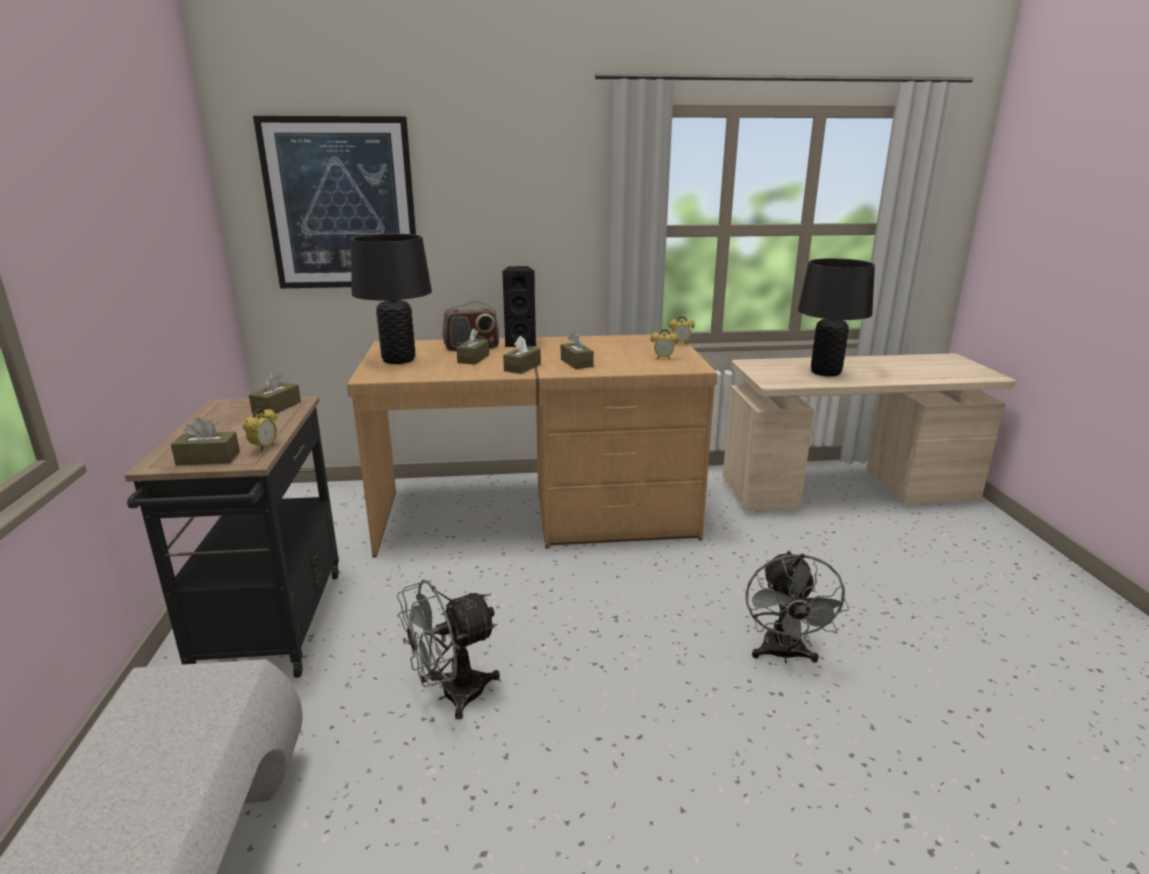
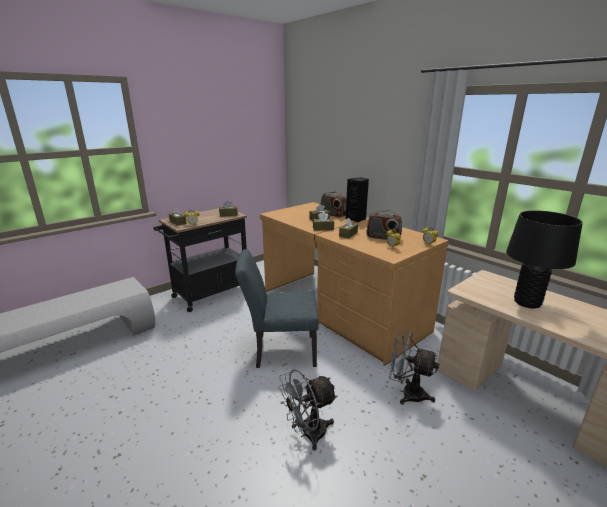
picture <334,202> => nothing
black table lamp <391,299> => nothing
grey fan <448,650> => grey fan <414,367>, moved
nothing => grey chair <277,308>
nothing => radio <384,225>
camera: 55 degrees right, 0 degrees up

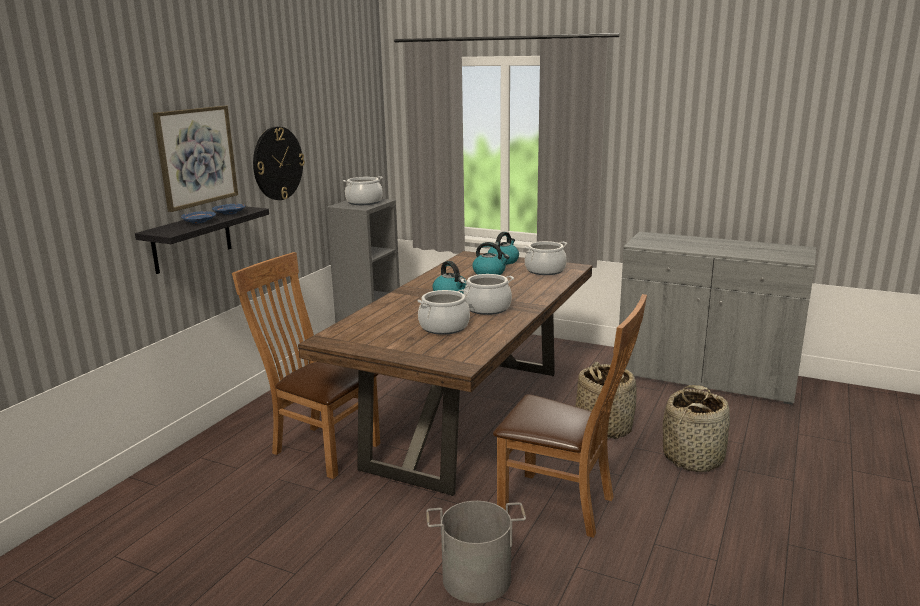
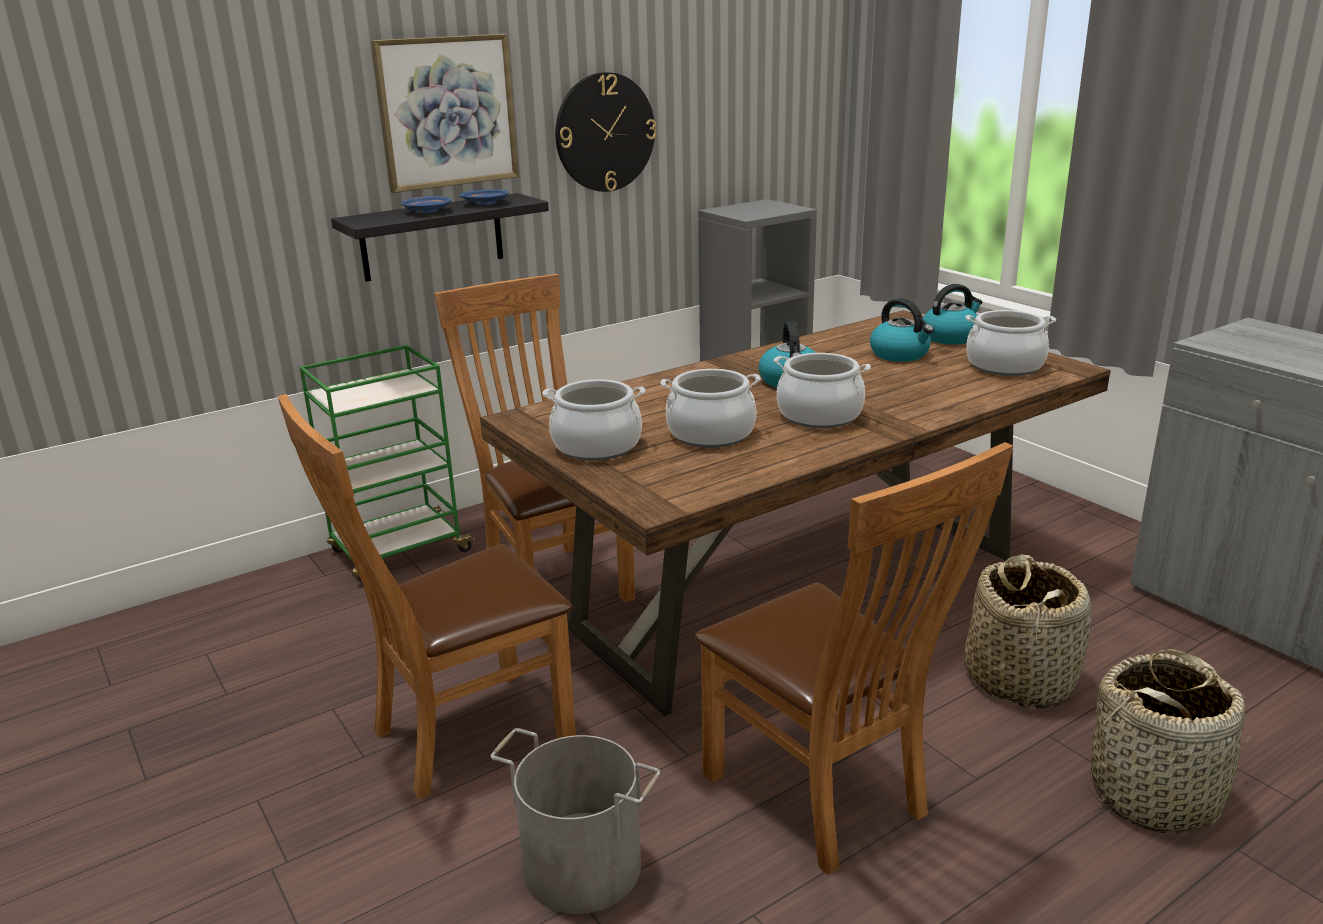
cooking pot <363,190> => cooking pot <594,420>, moved
nothing => brown chair <426,596>
nothing => green cart <388,464>
camera: 30 degrees right, 5 degrees up

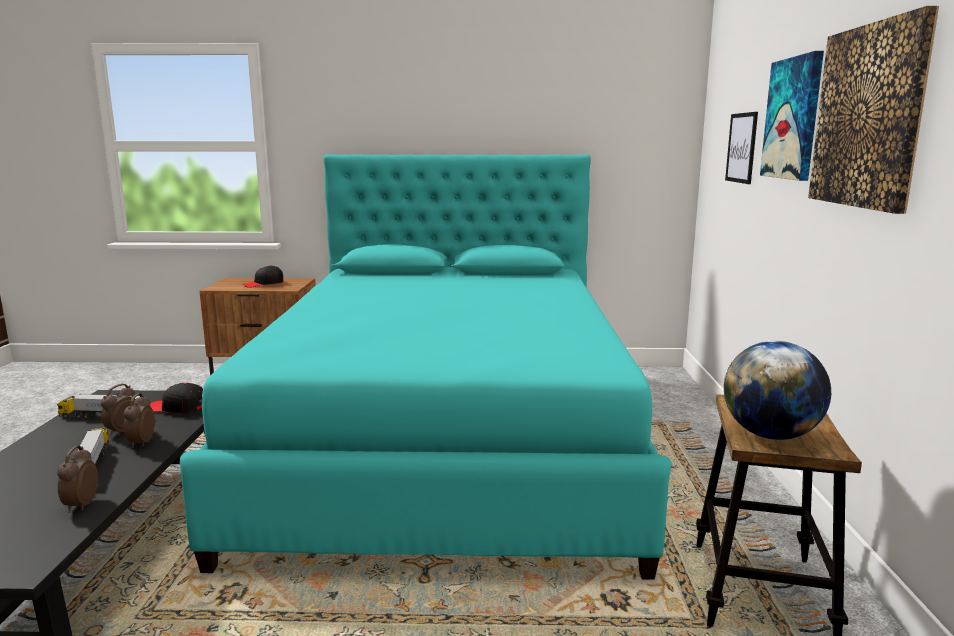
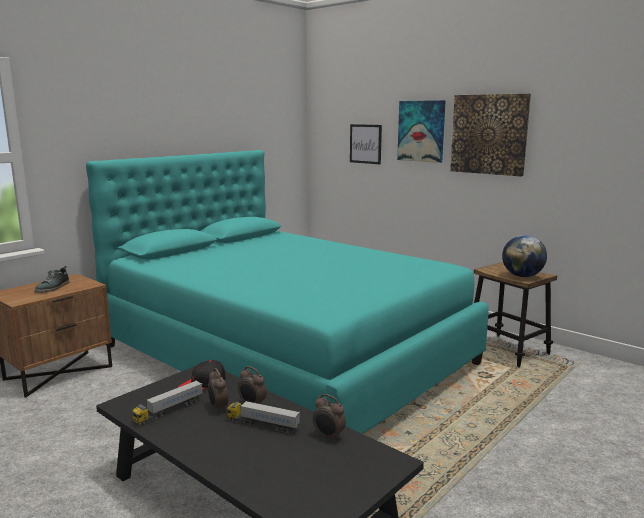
black cap <263,276> => shoe <51,279>
camera: 50 degrees left, 0 degrees up

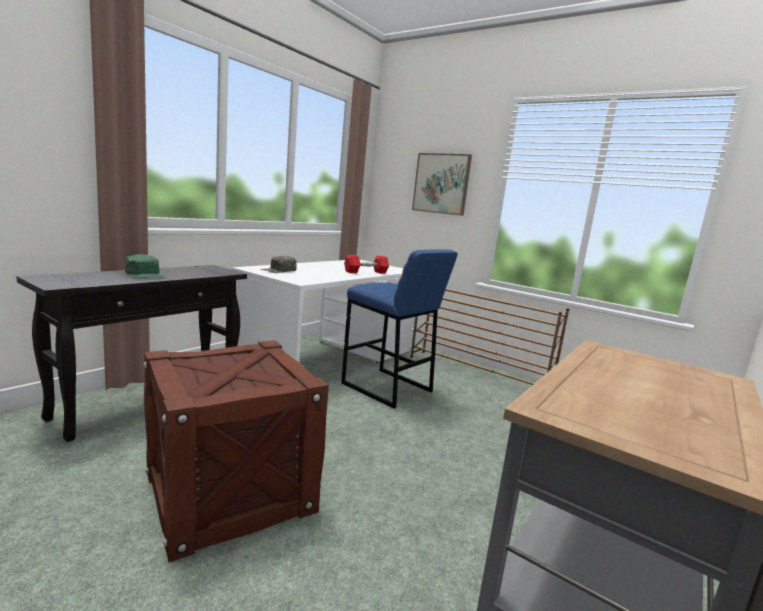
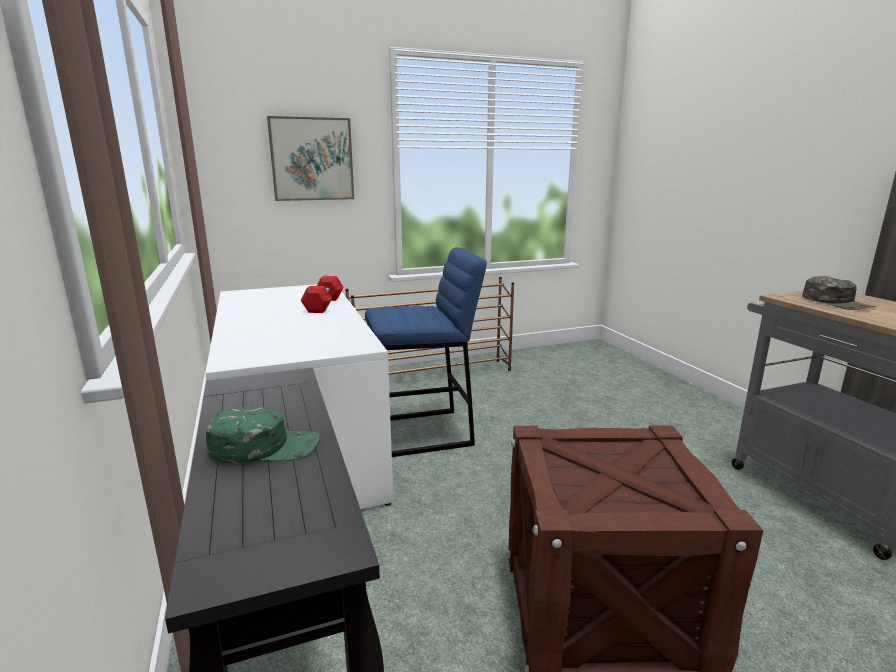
green cap <278,264> => green cap <839,293>, moved
camera: 55 degrees left, 5 degrees up

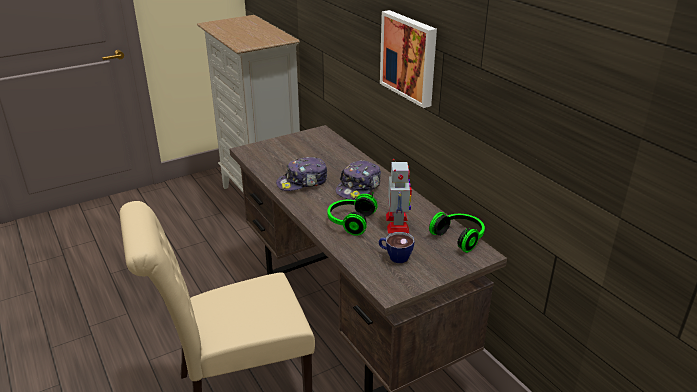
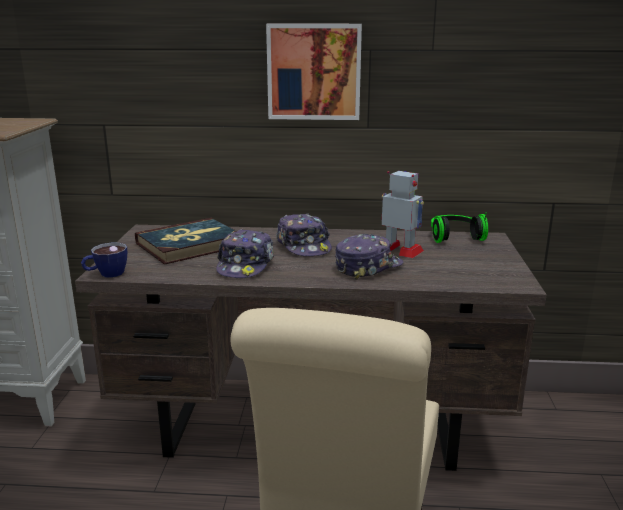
headphones <352,214> => cap <369,257>
cup <396,247> => cup <104,260>, moved
nothing => book <186,241>
camera: 55 degrees left, 10 degrees down

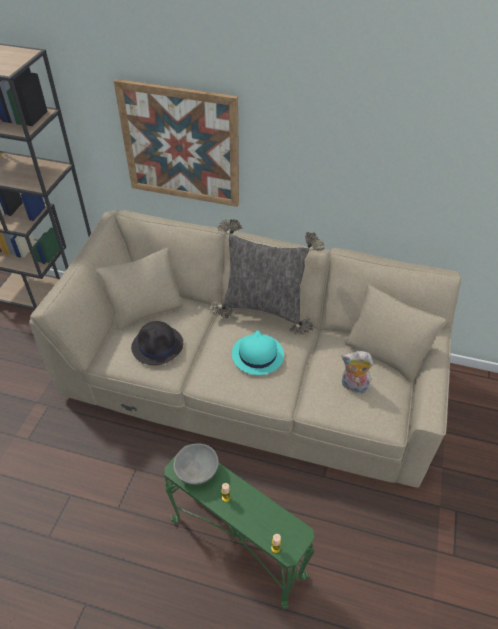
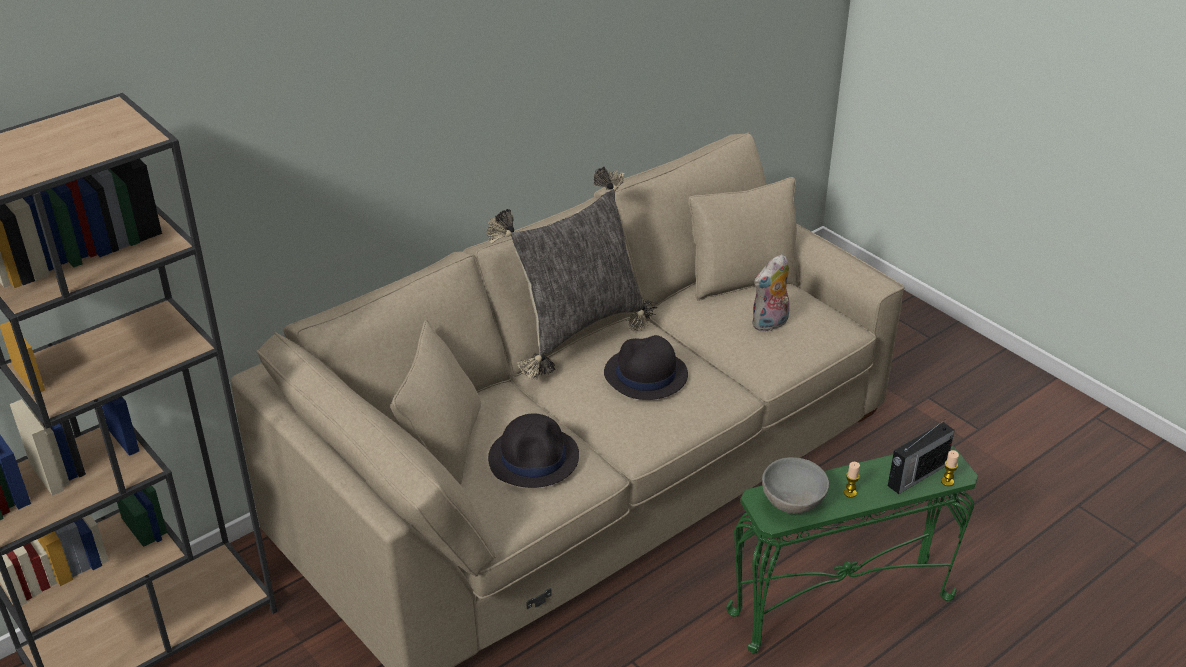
picture <176,143> => nothing
turquoise hat <258,353> => black hat <646,367>
nothing => radio <921,457>
camera: 55 degrees left, 10 degrees down

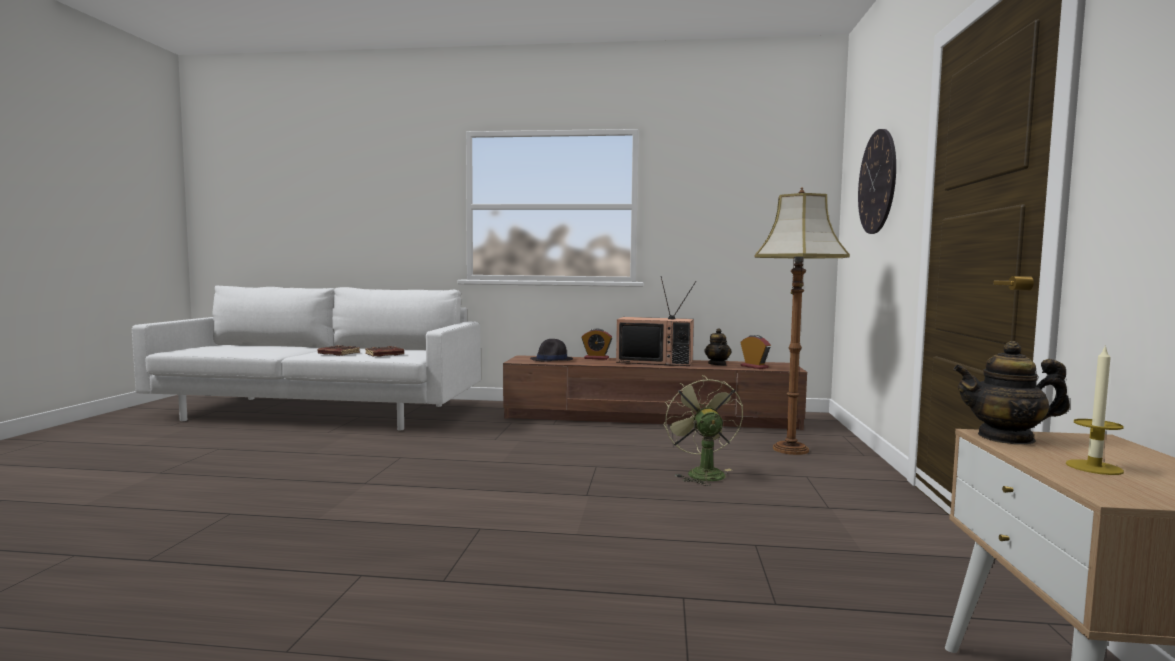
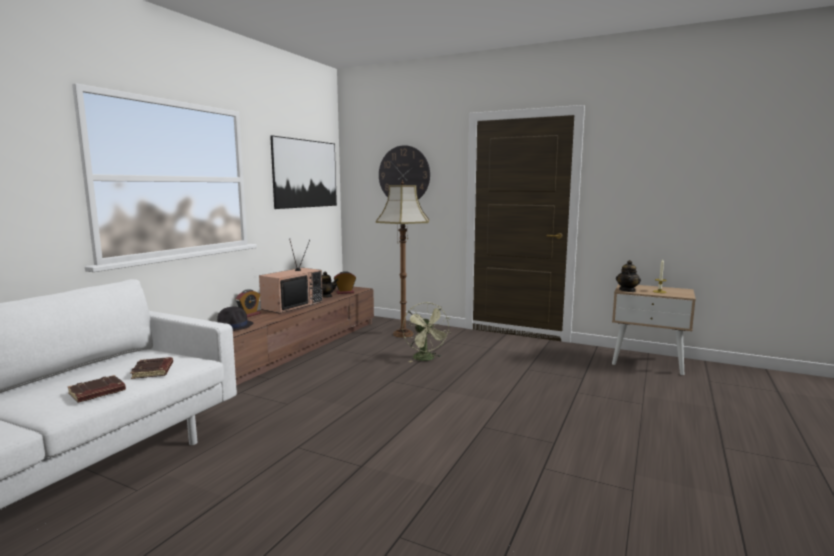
green fan <703,430> => green fan <425,332>, 120 degrees counterclockwise
nothing => picture <303,172>
camera: 70 degrees left, 5 degrees up

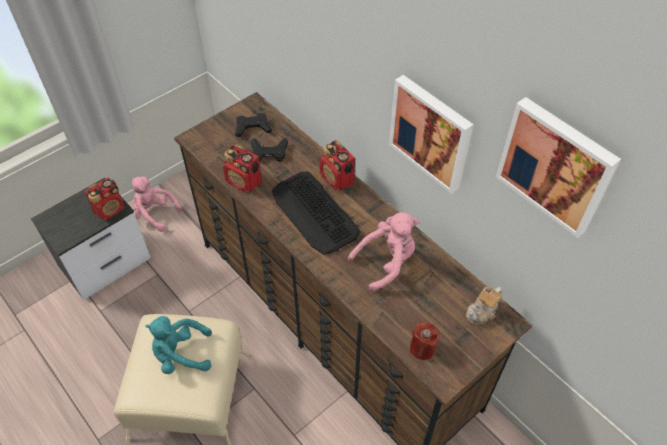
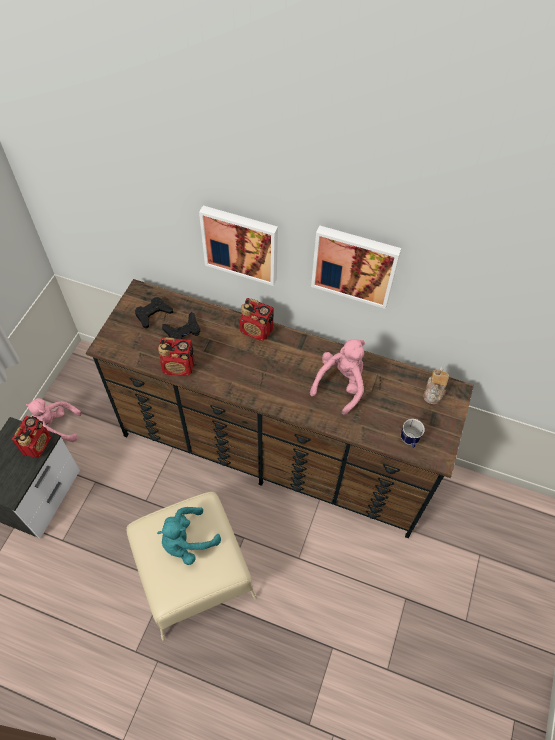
keyboard <316,213> => nothing
red candle <425,341> => mug <413,433>
picture <558,167> => picture <238,245>, moved
camera: 30 degrees left, 5 degrees up

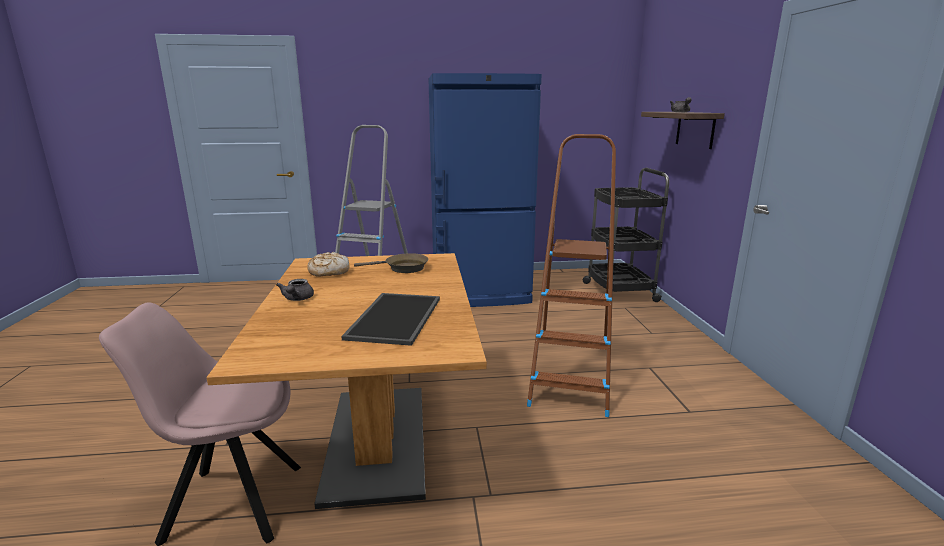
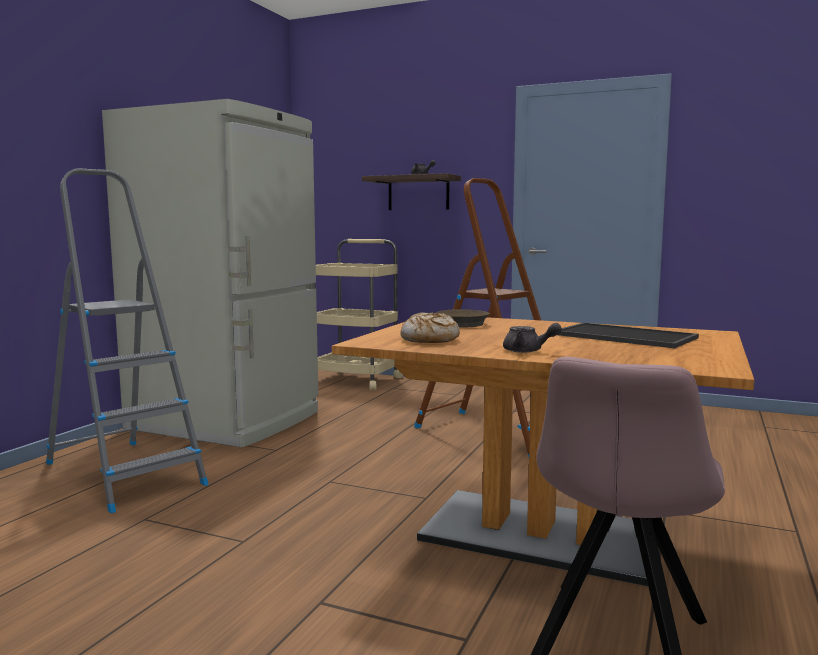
blue fridge <485,190> => white fridge <210,273>
black cart <626,235> => beige cart <358,315>
camera: 60 degrees left, 10 degrees down

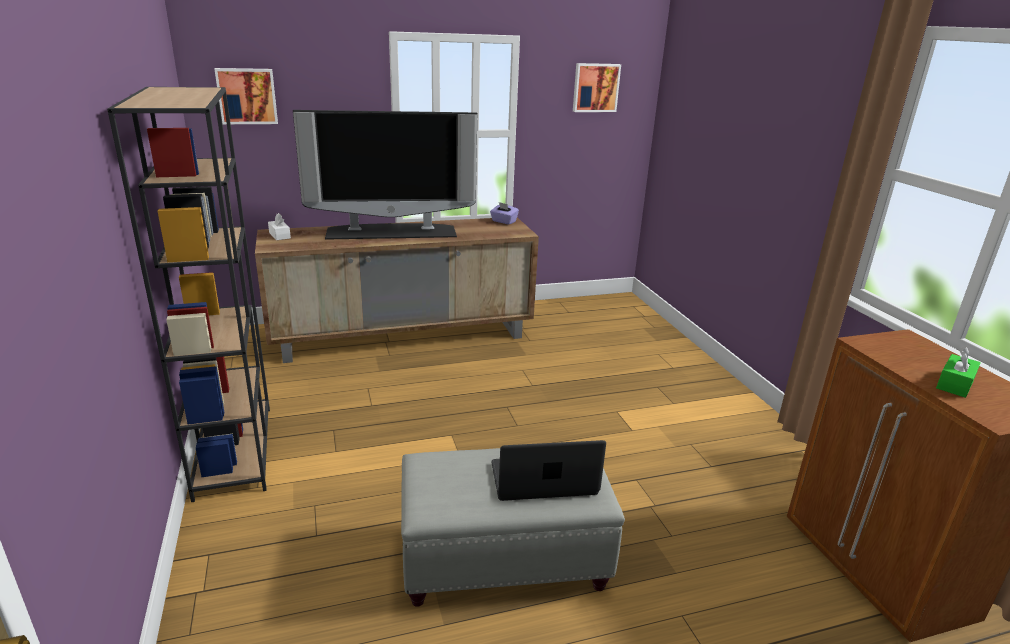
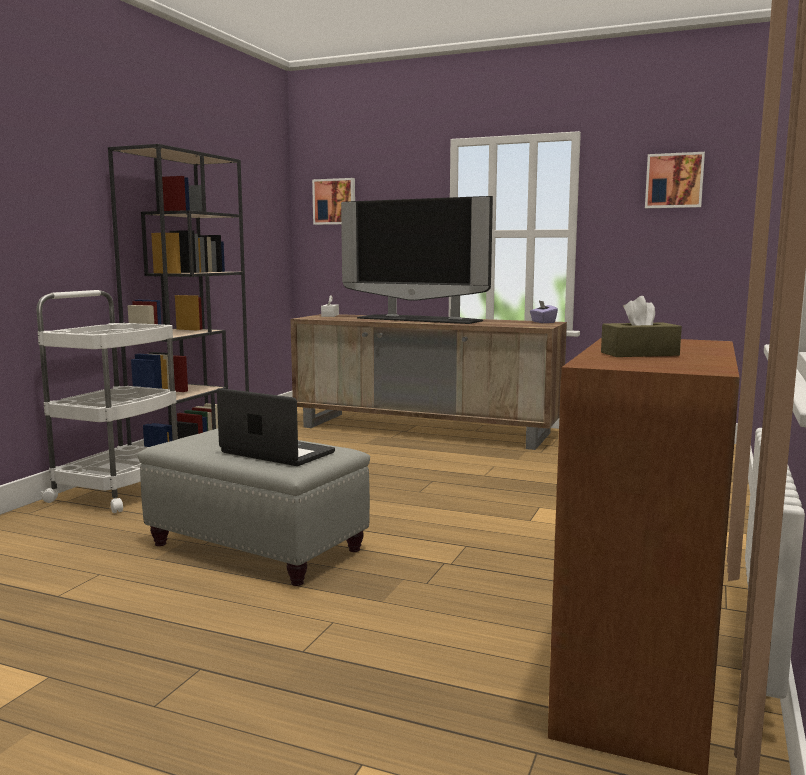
green tissue box <958,372> => brown tissue box <641,326>
nothing => white cart <107,401>
camera: 40 degrees right, 15 degrees down

